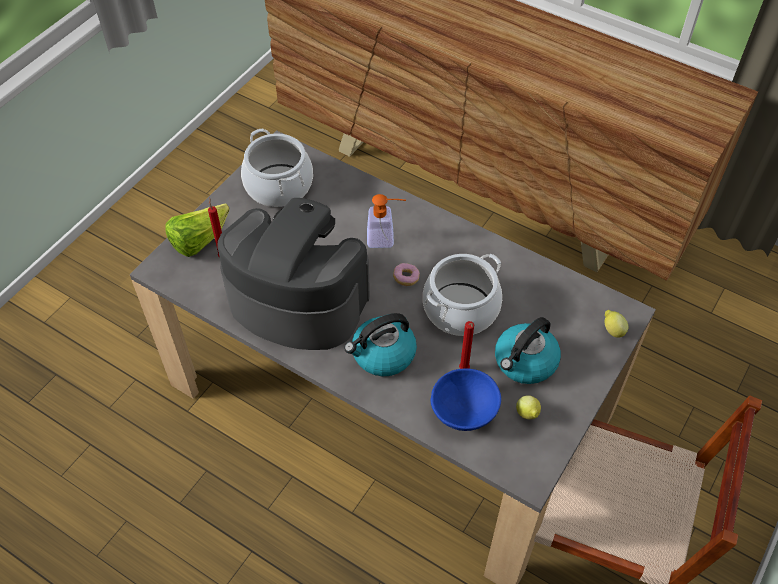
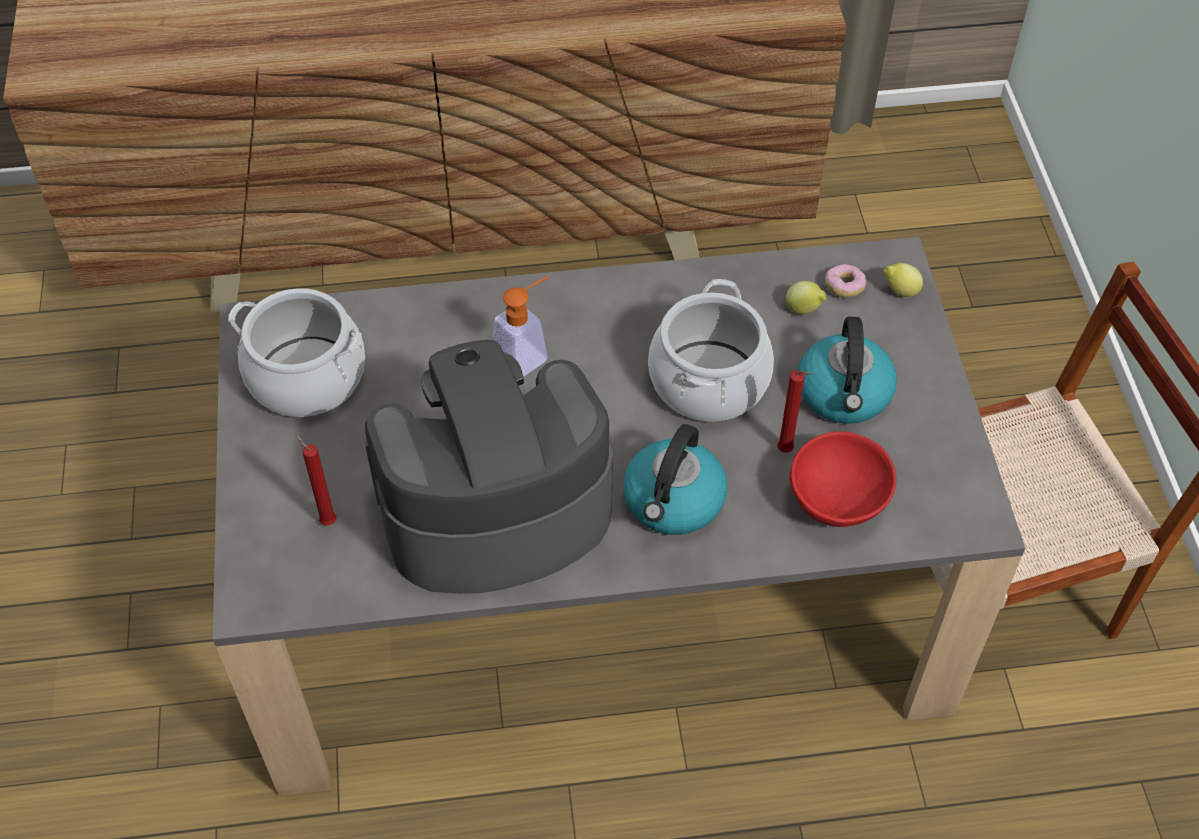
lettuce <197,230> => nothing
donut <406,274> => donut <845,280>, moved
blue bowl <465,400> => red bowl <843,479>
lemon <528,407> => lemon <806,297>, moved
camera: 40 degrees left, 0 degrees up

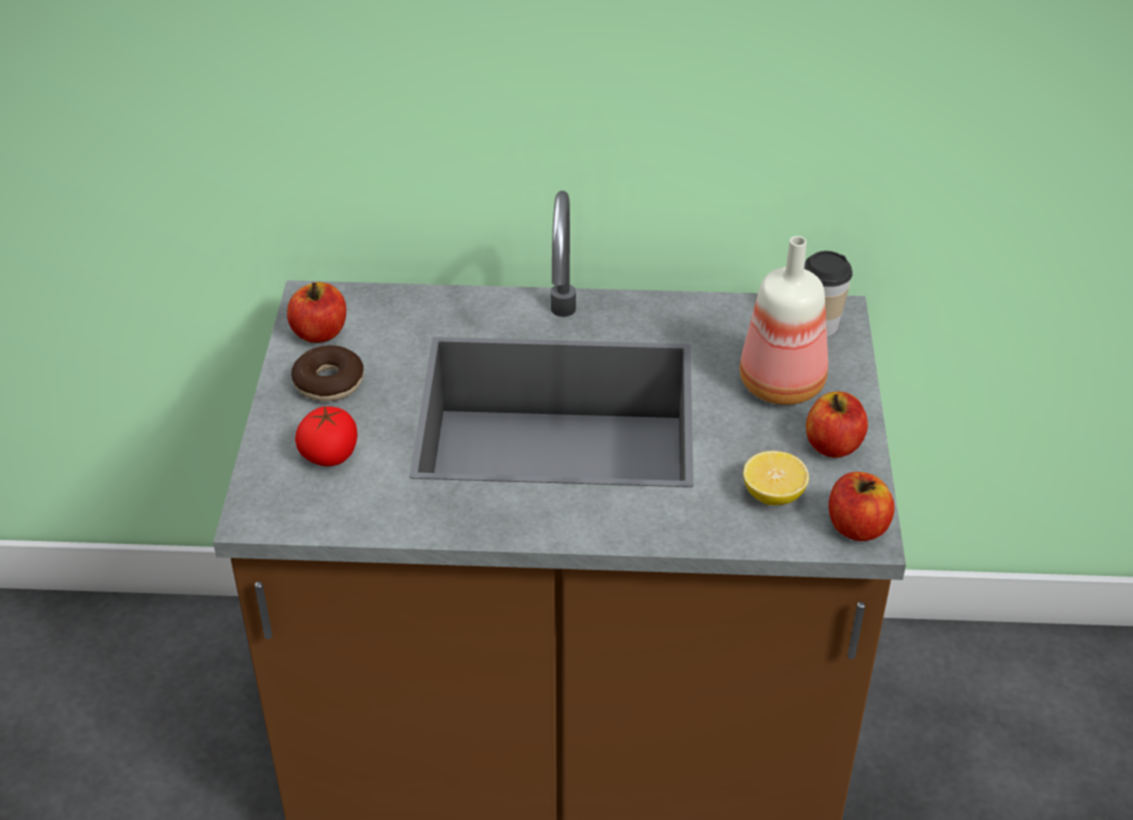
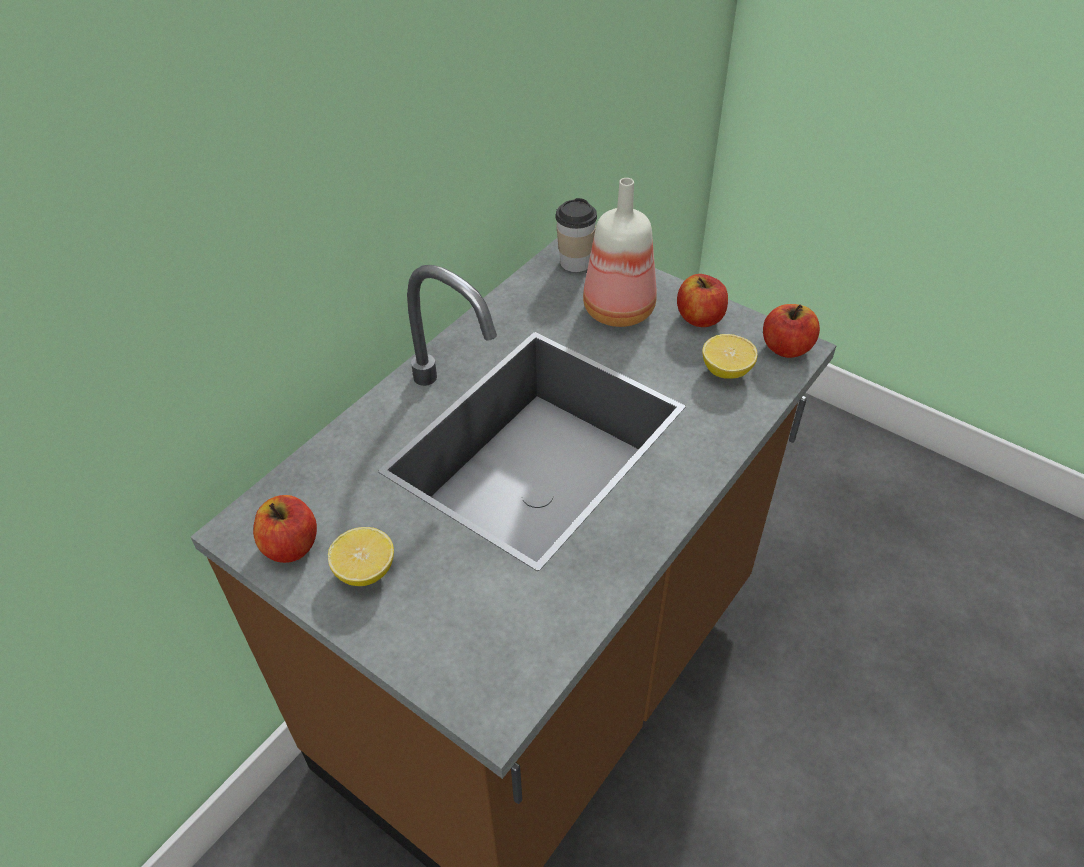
donut <327,373> => lemon <361,556>
tomato <326,435> => nothing
camera: 55 degrees left, 5 degrees up

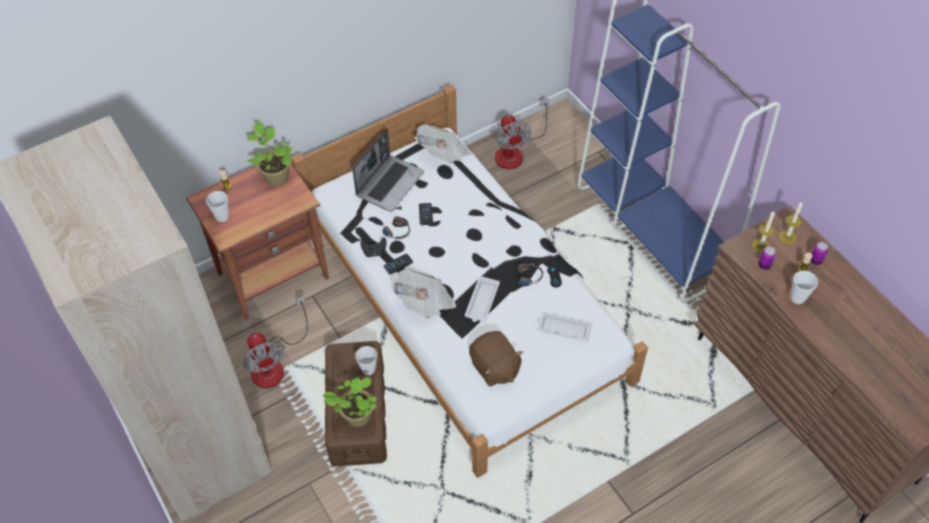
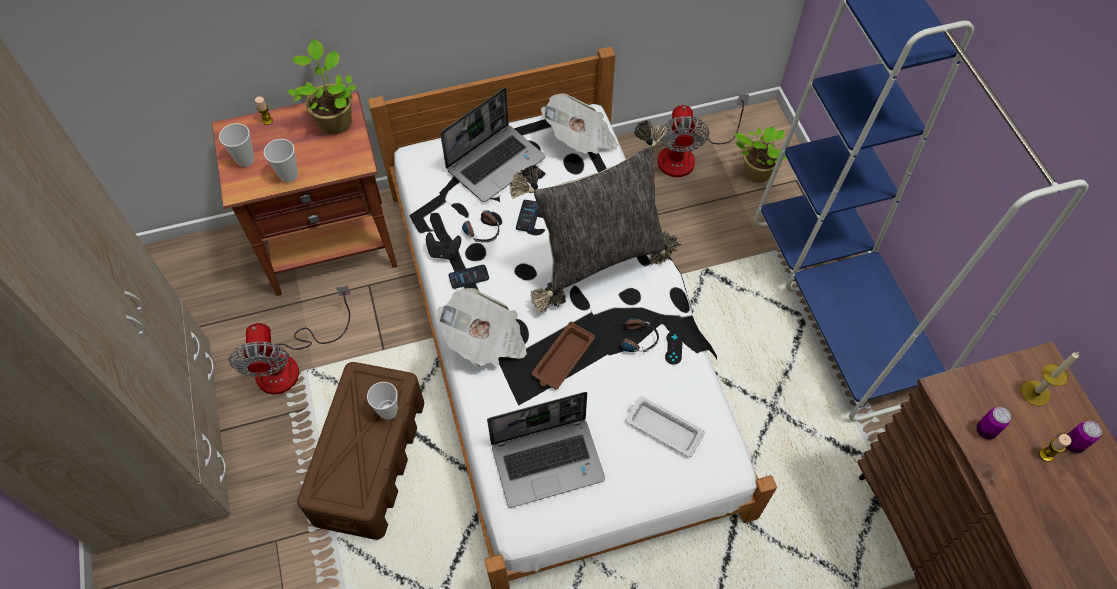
potted plant <350,402> => potted plant <760,154>, moved
white tray <482,299> => brown tray <563,355>
brown plush toy <496,359> => laptop <546,450>
candle <763,232> => nothing
cup <804,287> => cup <281,161>, moved
nothing => pillow <596,216>
camera: 15 degrees right, 5 degrees up

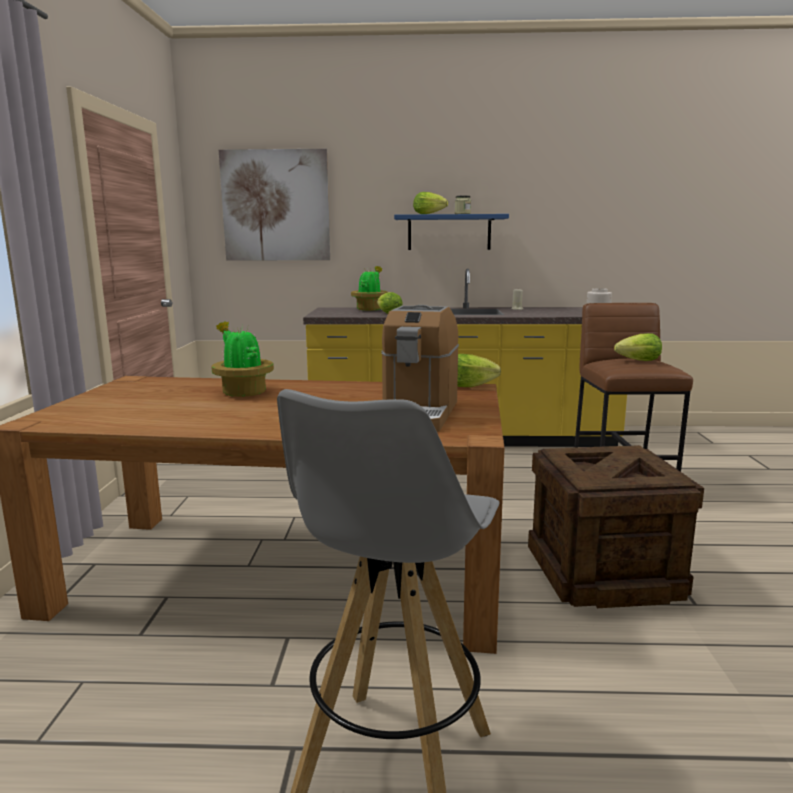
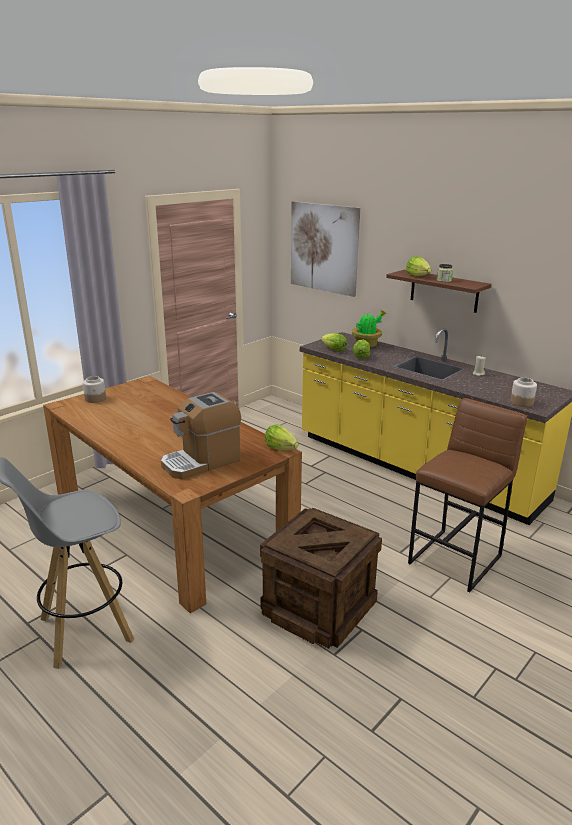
potted plant <242,359> => nothing
blue shelf <451,232> => brown shelf <439,291>
lettuce <638,347> => lettuce <334,342>, moved
nothing => jar <94,389>
camera: 40 degrees right, 10 degrees up

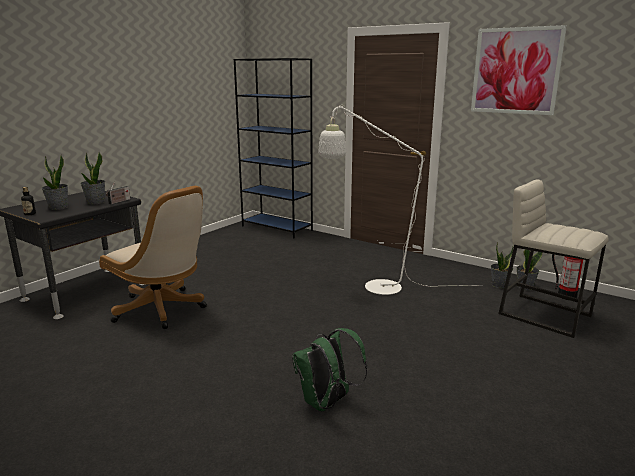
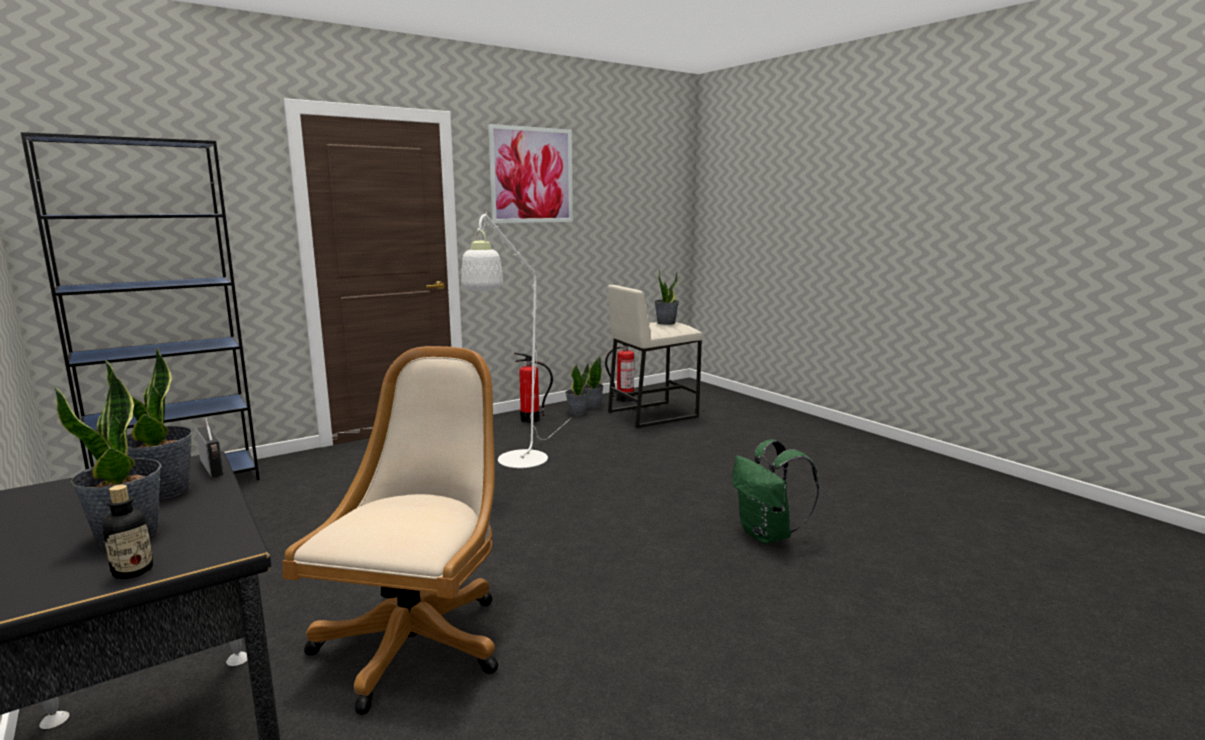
office chair <153,257> => office chair <390,530>, 45 degrees counterclockwise
nothing => fire extinguisher <533,388>
nothing => potted plant <667,297>
camera: 70 degrees left, 5 degrees down

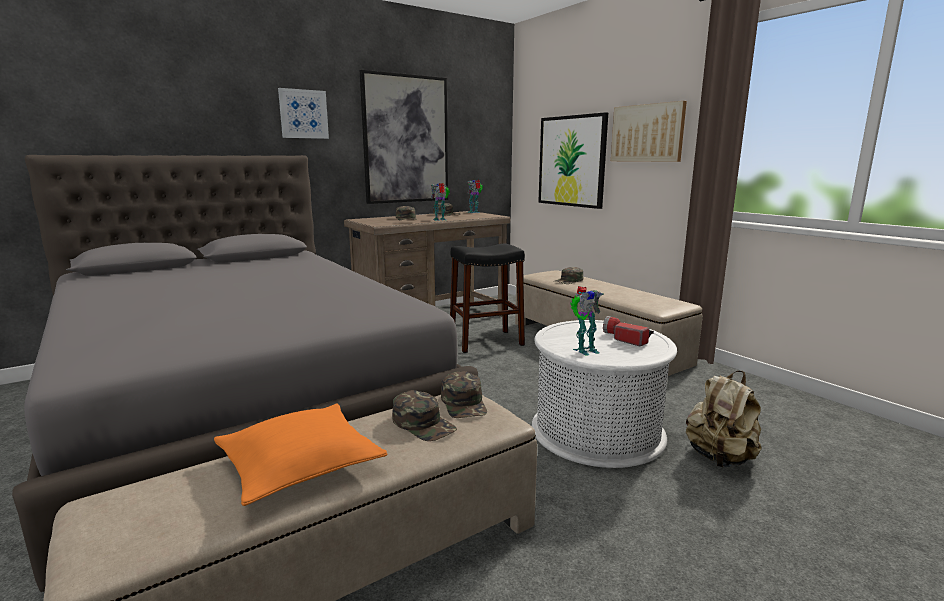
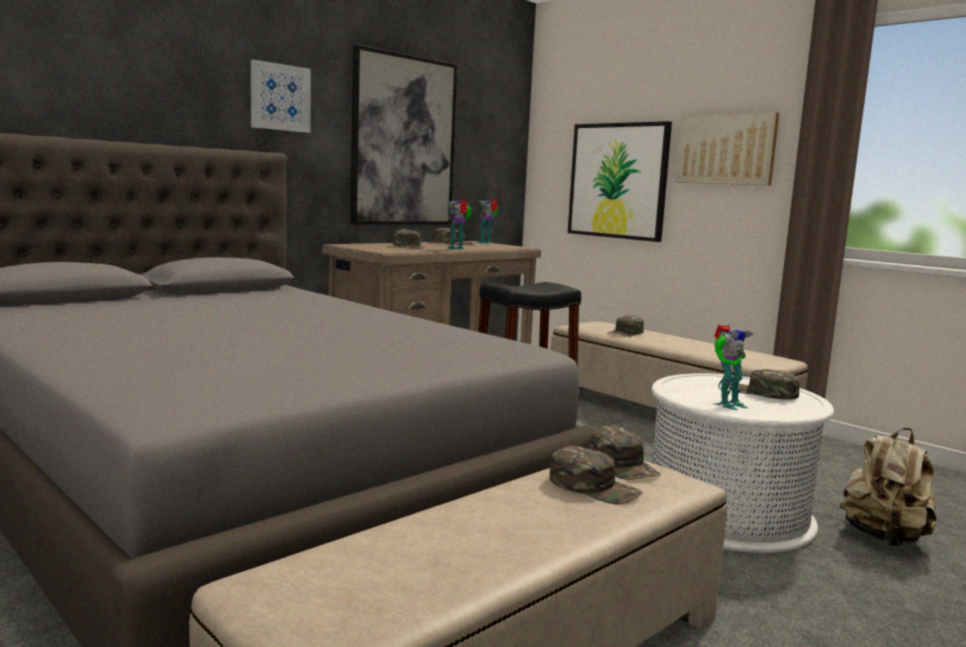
orange pillow <301,454> => nothing
flashlight <628,331> => green cap <764,384>
camera: 10 degrees left, 5 degrees down

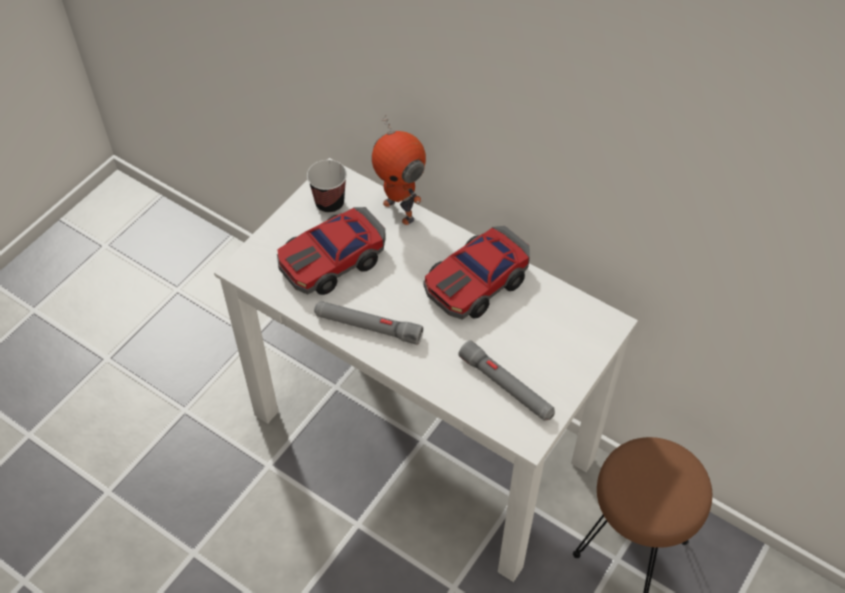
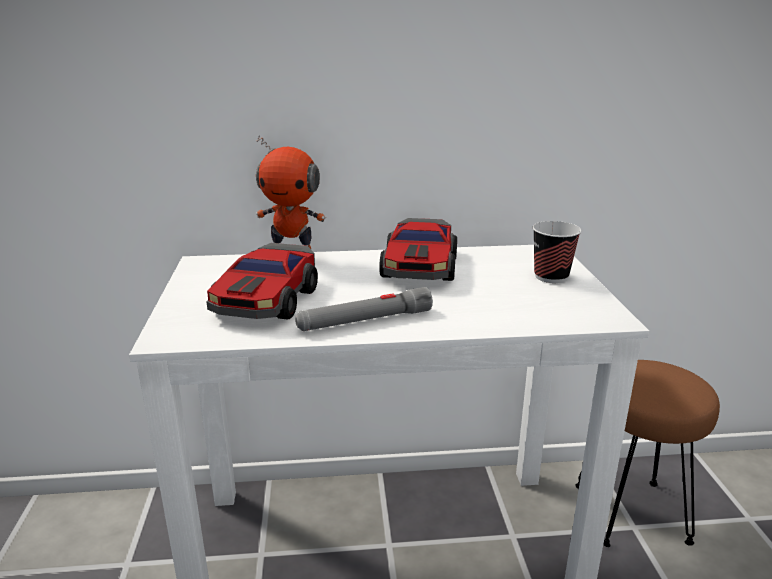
cup <327,187> => cup <557,252>, moved
grey flashlight <506,381> => nothing
camera: 40 degrees left, 30 degrees down

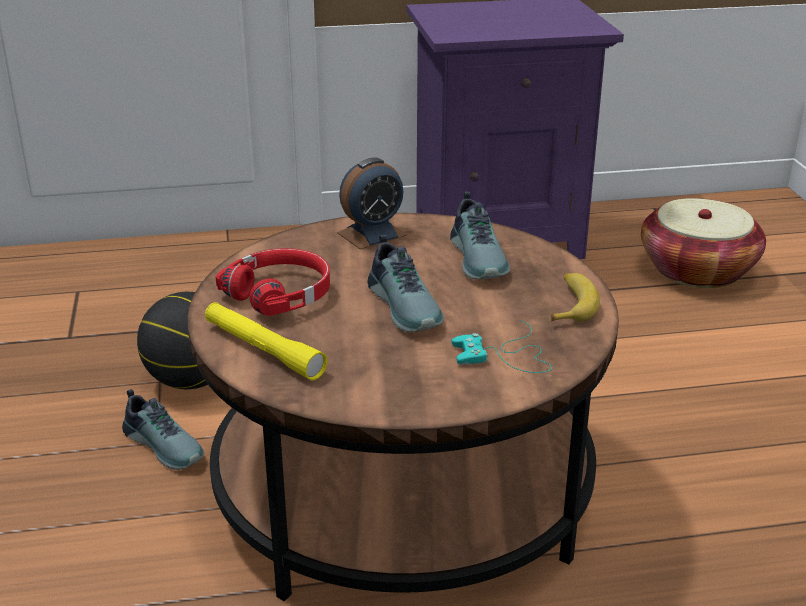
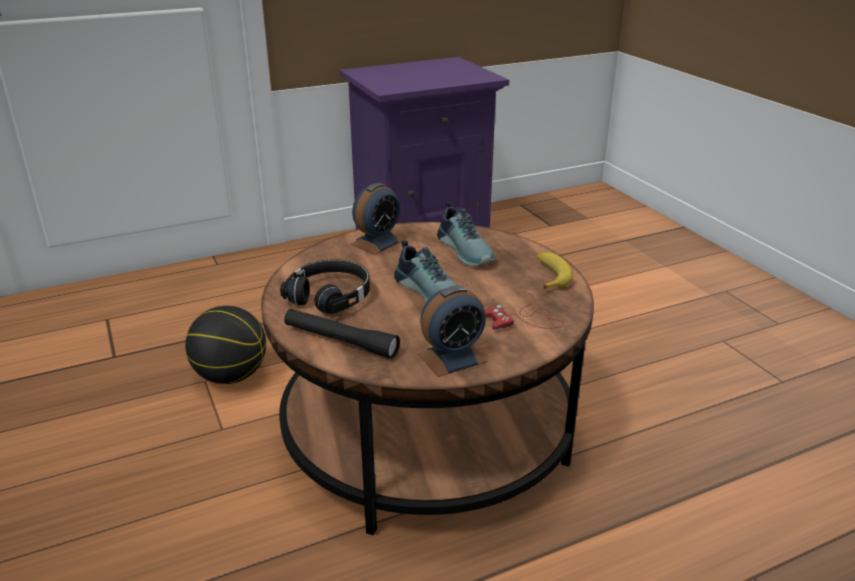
shoe <163,429> => nothing
yellow flashlight <266,341> => black flashlight <342,334>
red headphones <273,282> => black headphones <325,286>
turquoise game controller <502,346> => red game controller <524,310>
basket <703,243> => nothing
nothing => alarm clock <453,331>
camera: 15 degrees left, 0 degrees up

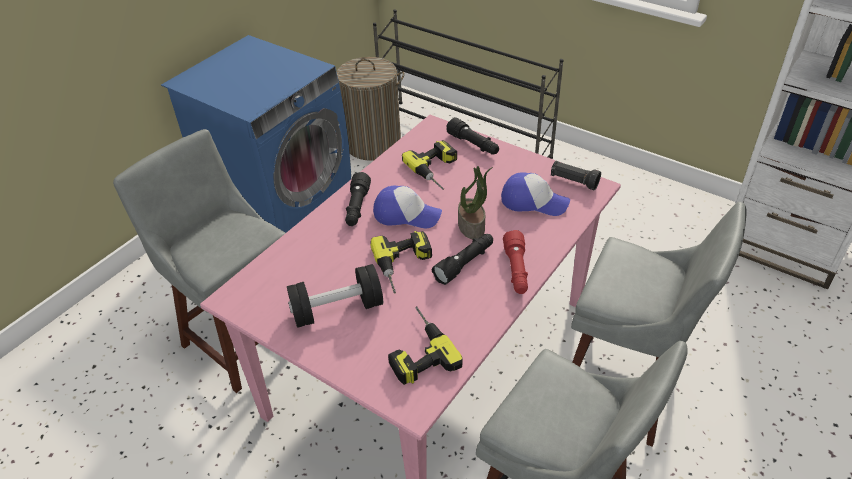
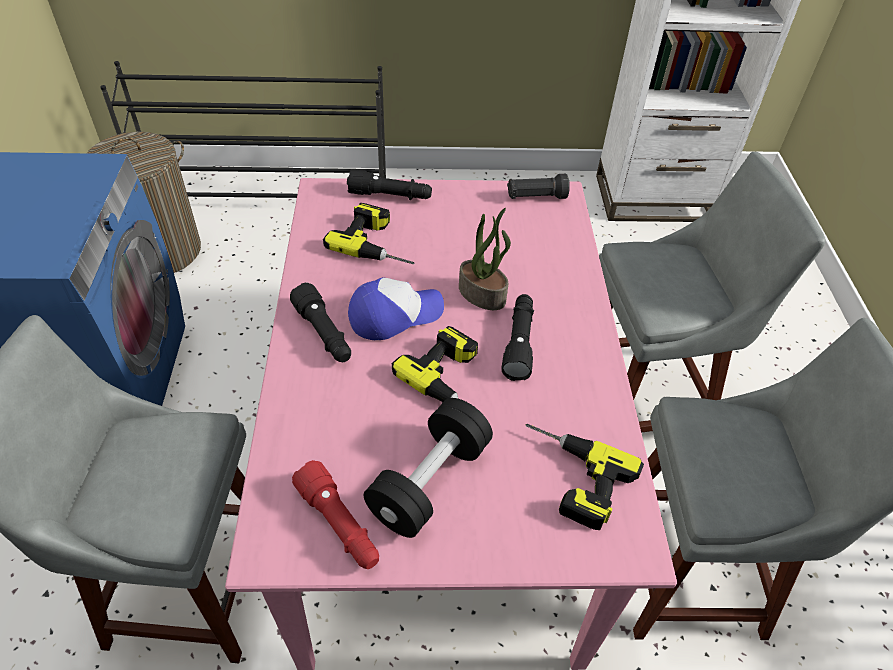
cap <535,194> => nothing
red flashlight <515,262> => red flashlight <335,514>, moved
camera: 40 degrees left, 5 degrees up

